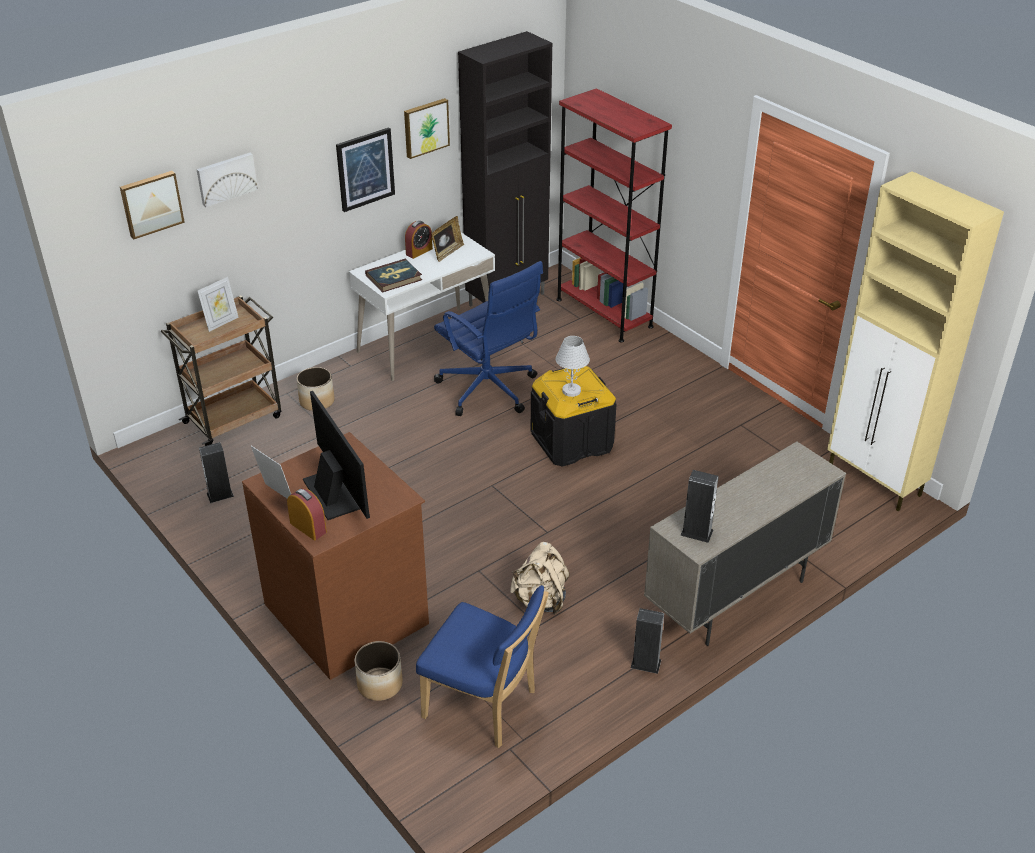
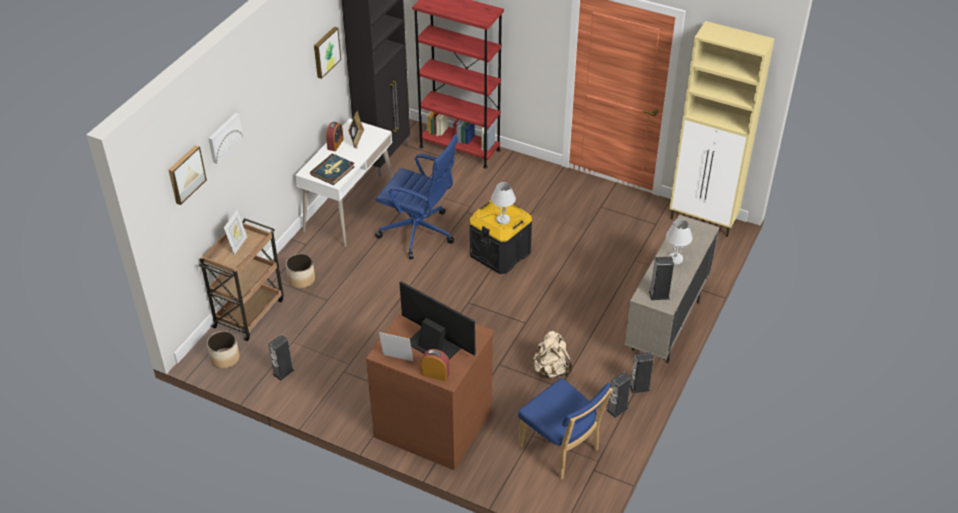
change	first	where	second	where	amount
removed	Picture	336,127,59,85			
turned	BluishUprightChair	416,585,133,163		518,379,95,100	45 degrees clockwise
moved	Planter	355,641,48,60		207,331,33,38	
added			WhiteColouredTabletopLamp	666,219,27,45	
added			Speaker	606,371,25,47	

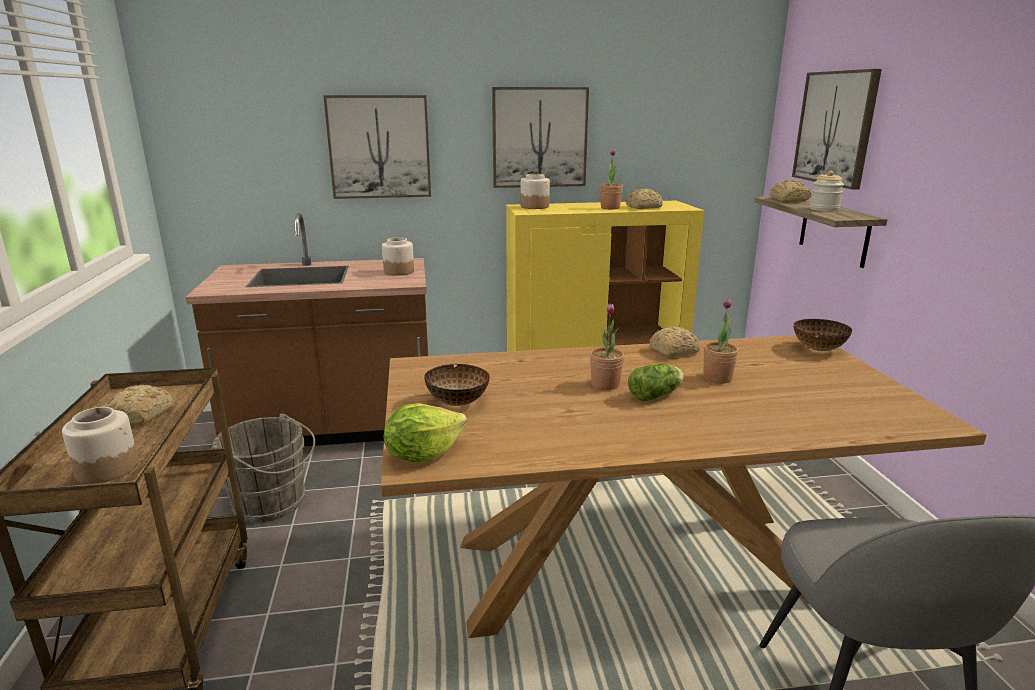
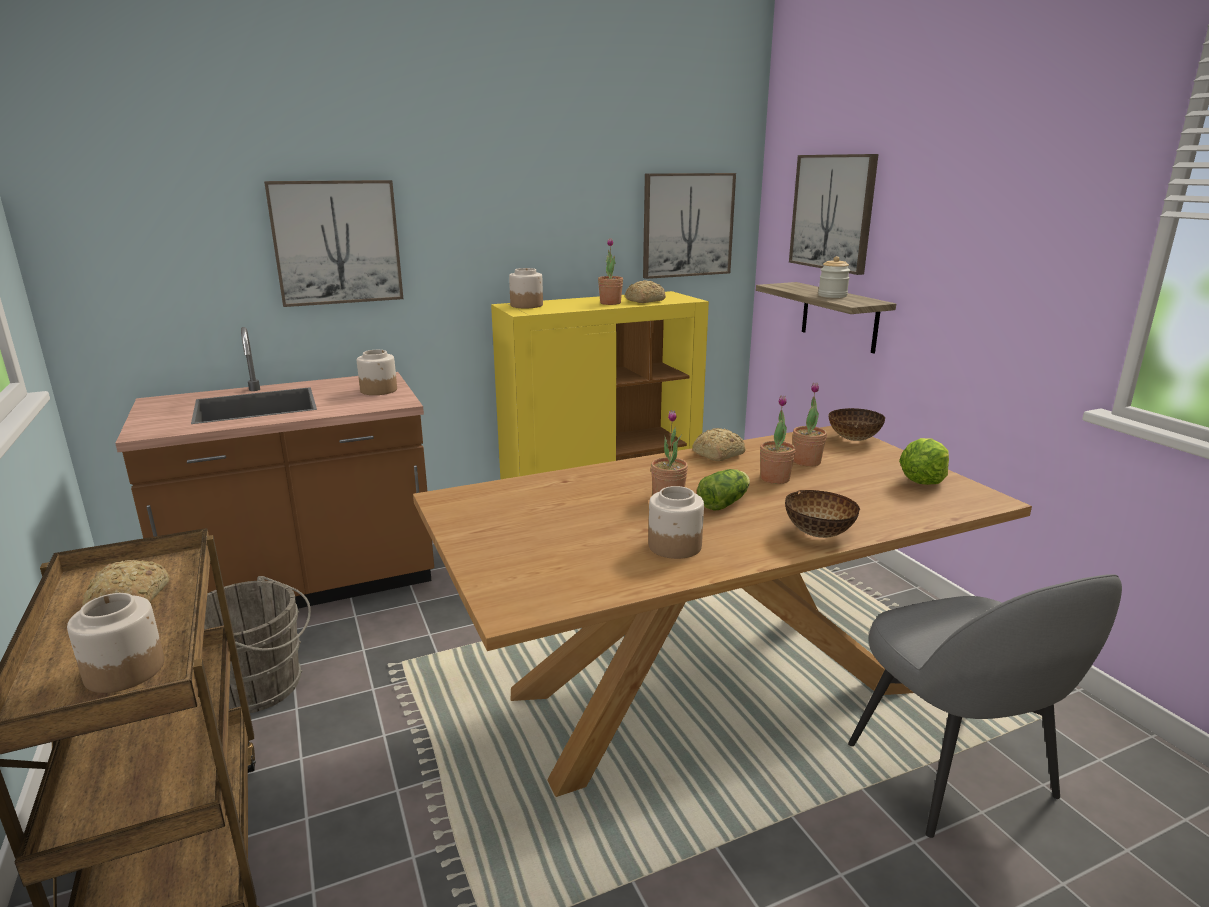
change	first	where	second	where	amount
moved	Picture	492,87,97,101		643,173,93,106	
removed	BakeryBread	770,180,42,22			
moved	Bowl	424,364,66,42		785,490,75,48	
moved	LettuceHead	384,403,83,59		899,438,50,47	
added			PottedPlant	793,383,34,84	
added			StorageJar	648,486,56,73	

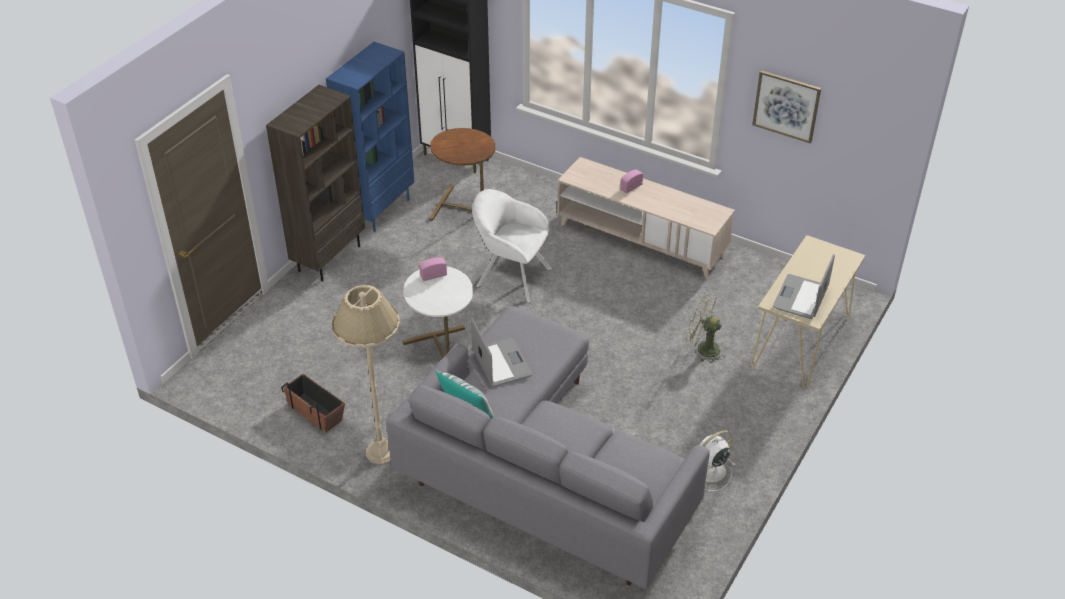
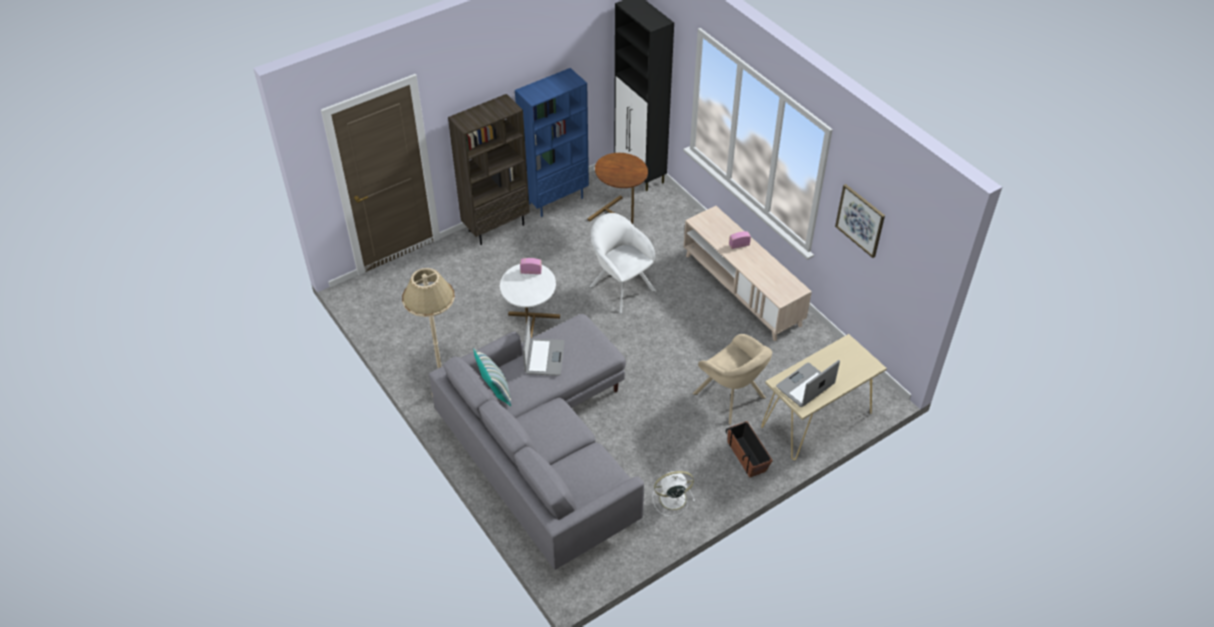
change	first	where	second	where	amount
replaced	GreenCoolingFan	686,295,39,68	BeigeLoungeChair	693,334,79,91	
moved	Planter	281,373,64,60		726,421,47,56	

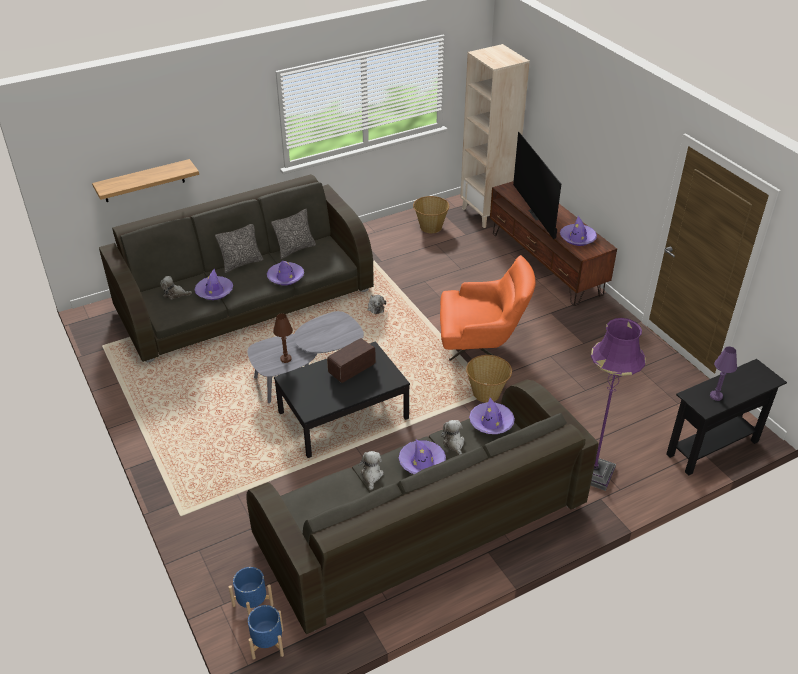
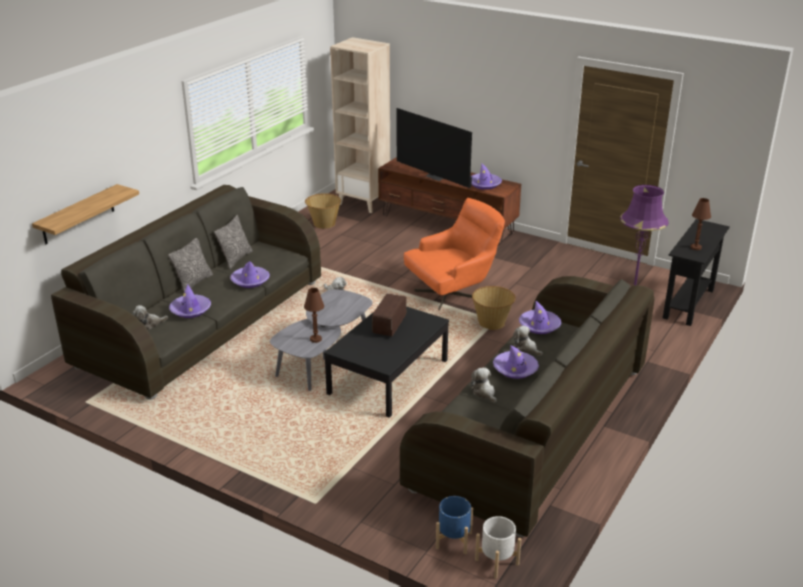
change	first	where	second	where	amount
recoloured	PurpleColouredTabletopLamp	710,347,27,54	BrownColouredTabletopLamp	690,198,21,52	
recoloured	BluishPlanter	248,605,36,55	WhiteColouredPlanter	475,516,46,63	

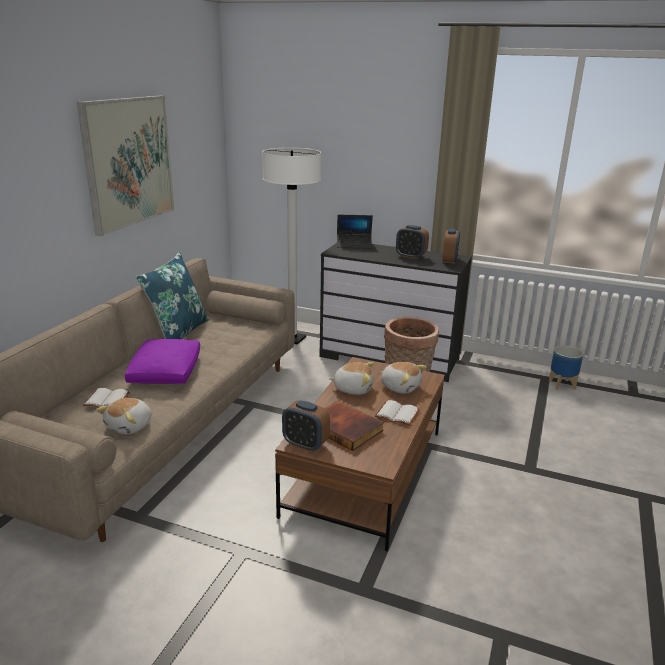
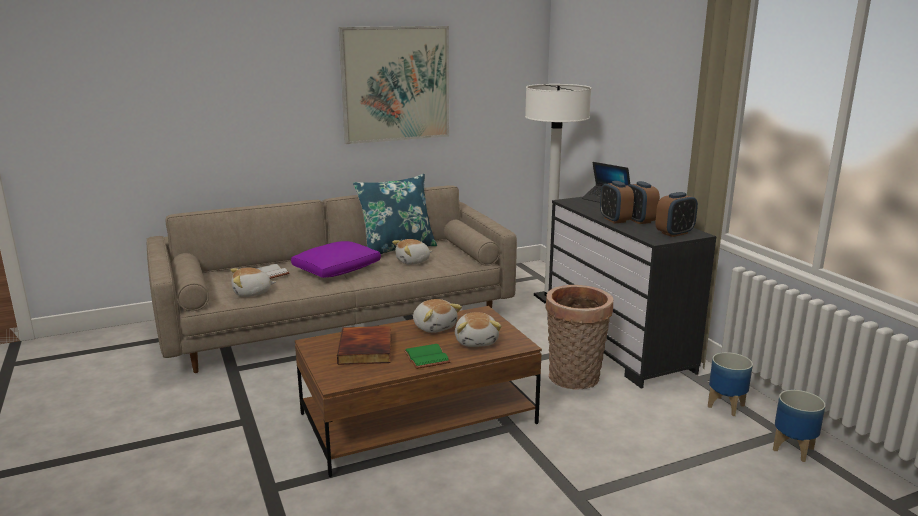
change	first	where	second	where	amount
moved	AlarmClock	282,400,48,52		600,181,34,43	
recoloured	WhiteColouredBoundBook	375,400,45,26	GreenBoundBook	404,344,47,25	
added			SoftToy	392,239,40,26	
added			Planter	708,352,45,64	

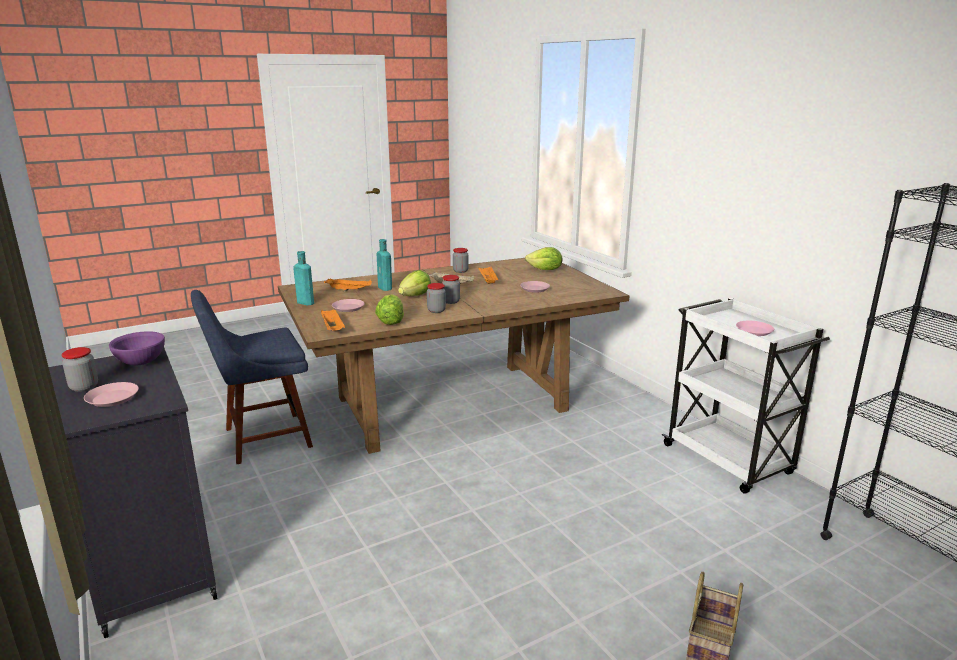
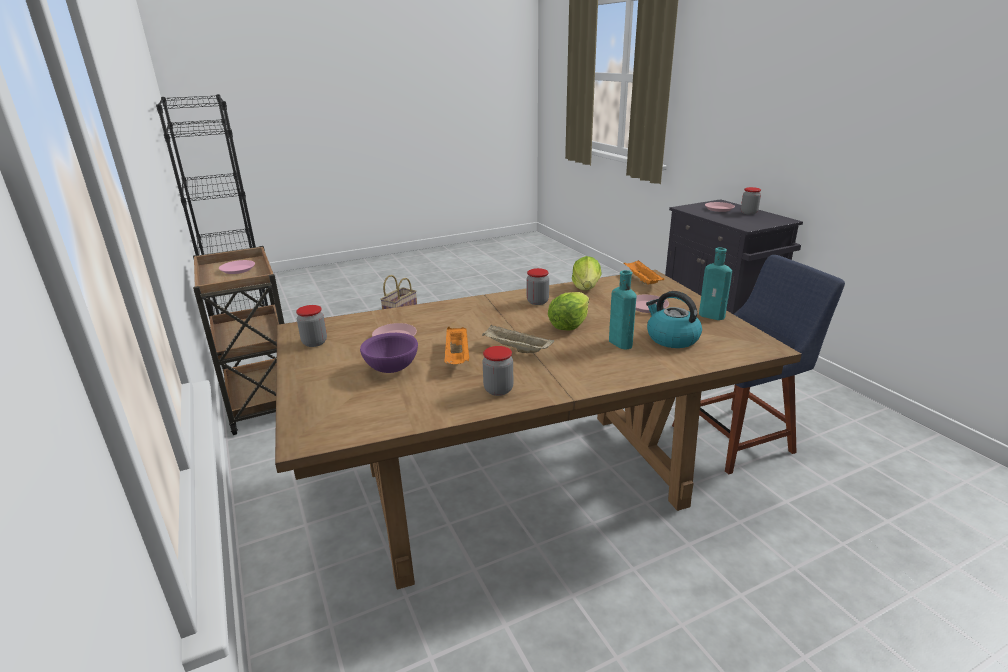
change	first	where	second	where	amount
removed	LettuceHead	525,247,38,23			
moved	StorageJar	442,275,18,29		296,305,31,42	
replaced	OrangeColouredCarryingTray	324,279,48,13	TeaKettle	646,291,56,57	
recoloured	WhiteColouredWheeledCart	662,298,168,196	BrownColouredWheeledCart	193,246,91,189	
moved	PurpleColouredBowl	109,331,56,34		360,333,58,40	

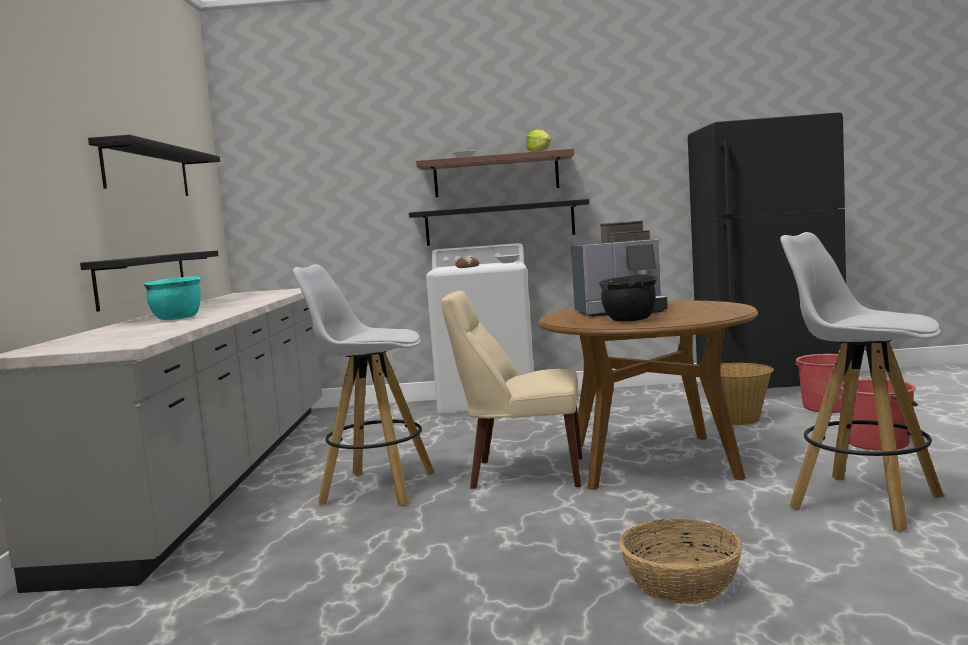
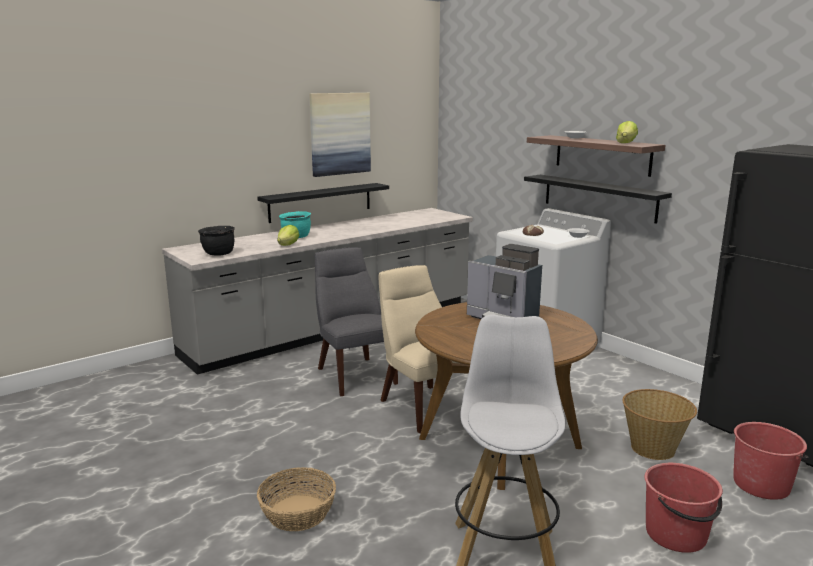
change	first	where	second	where	amount
replaced	BlackColouredShelf	88,135,132,61	Picture	309,93,62,84	
replaced	WhiteColouredSittingStool	293,264,142,242	GreyUprightChair	315,247,83,149	
moved	BlackColouredSaucepot	599,275,58,47		198,226,37,30	
added			LettuceHead	277,225,22,21	

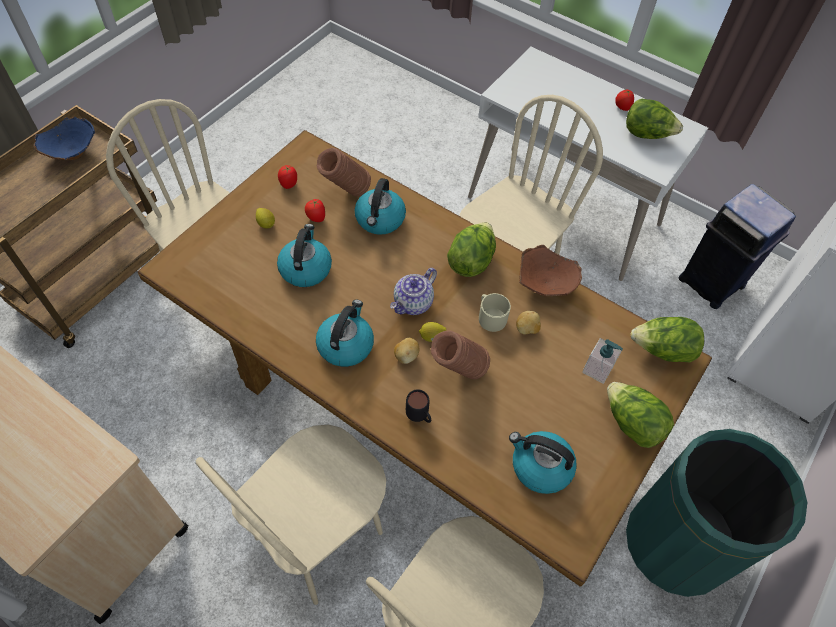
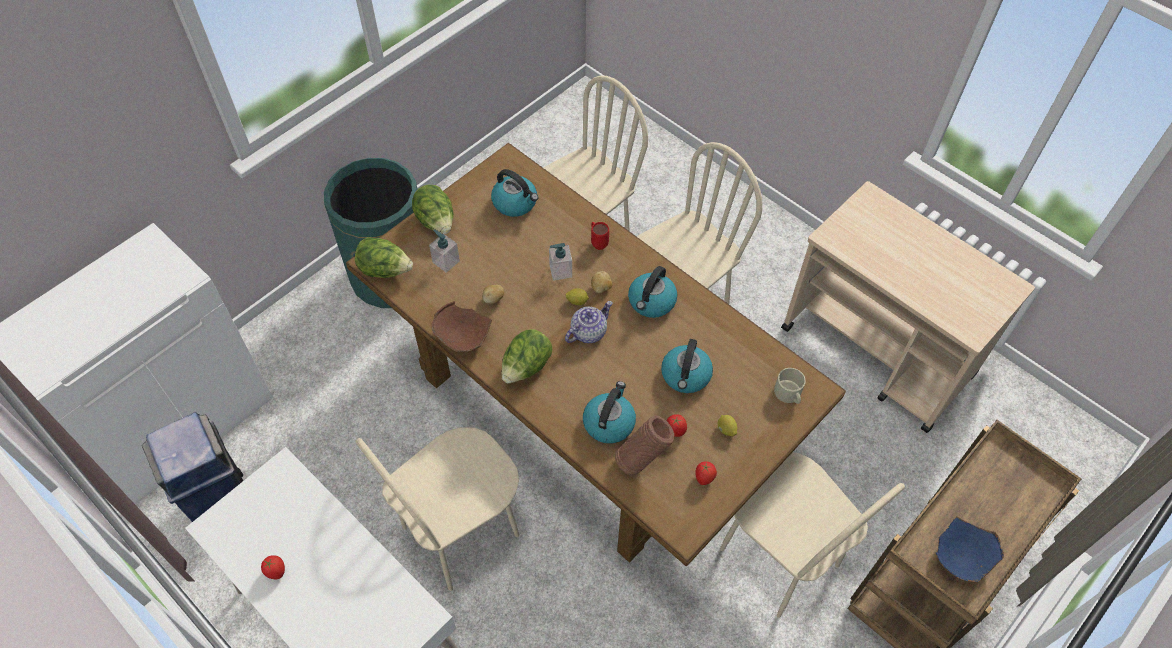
change	first	where	second	where	amount
removed	LettuceHead	626,99,57,40			
moved	BeigeTeaMug	479,293,32,39		774,368,32,36	
replaced	BrownColouredVase	431,331,59,48	LiquidSoapBottle	549,243,23,38	
recoloured	BlackColouredTeaMug	406,389,25,34	ReddishTeaMug	591,222,18,28	

